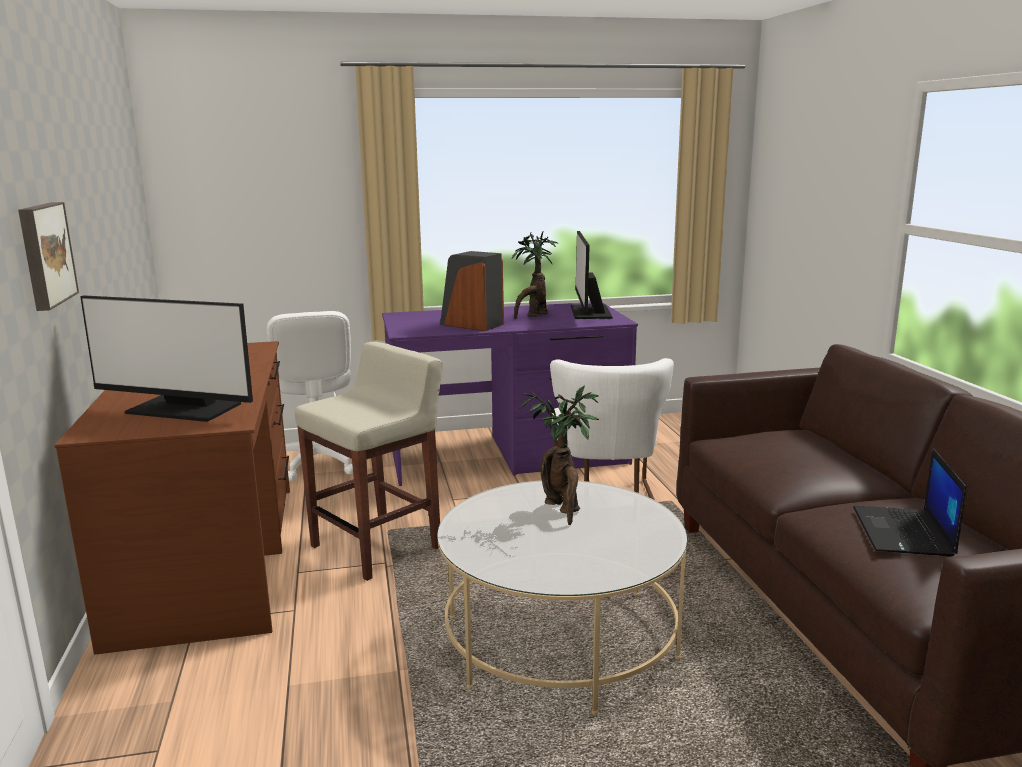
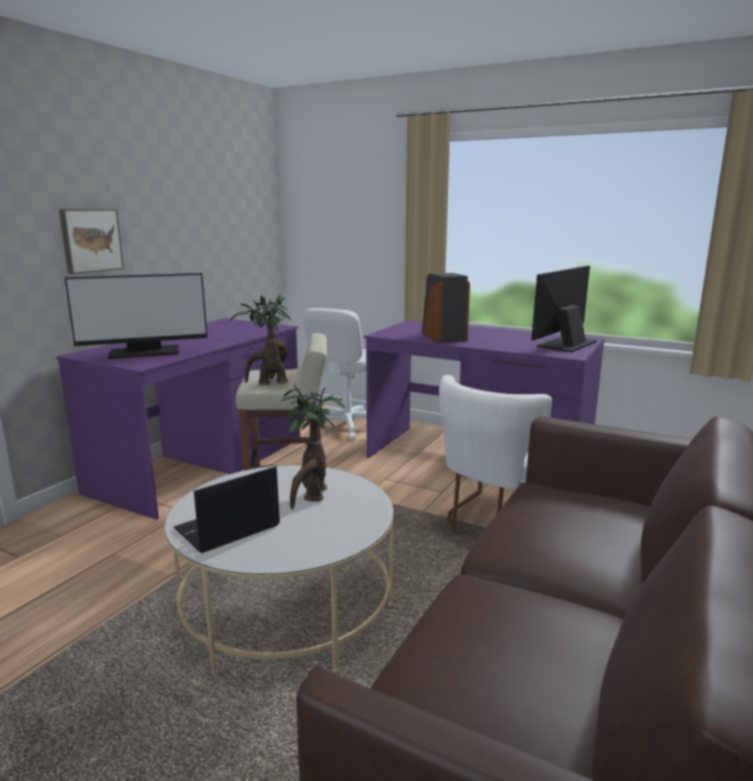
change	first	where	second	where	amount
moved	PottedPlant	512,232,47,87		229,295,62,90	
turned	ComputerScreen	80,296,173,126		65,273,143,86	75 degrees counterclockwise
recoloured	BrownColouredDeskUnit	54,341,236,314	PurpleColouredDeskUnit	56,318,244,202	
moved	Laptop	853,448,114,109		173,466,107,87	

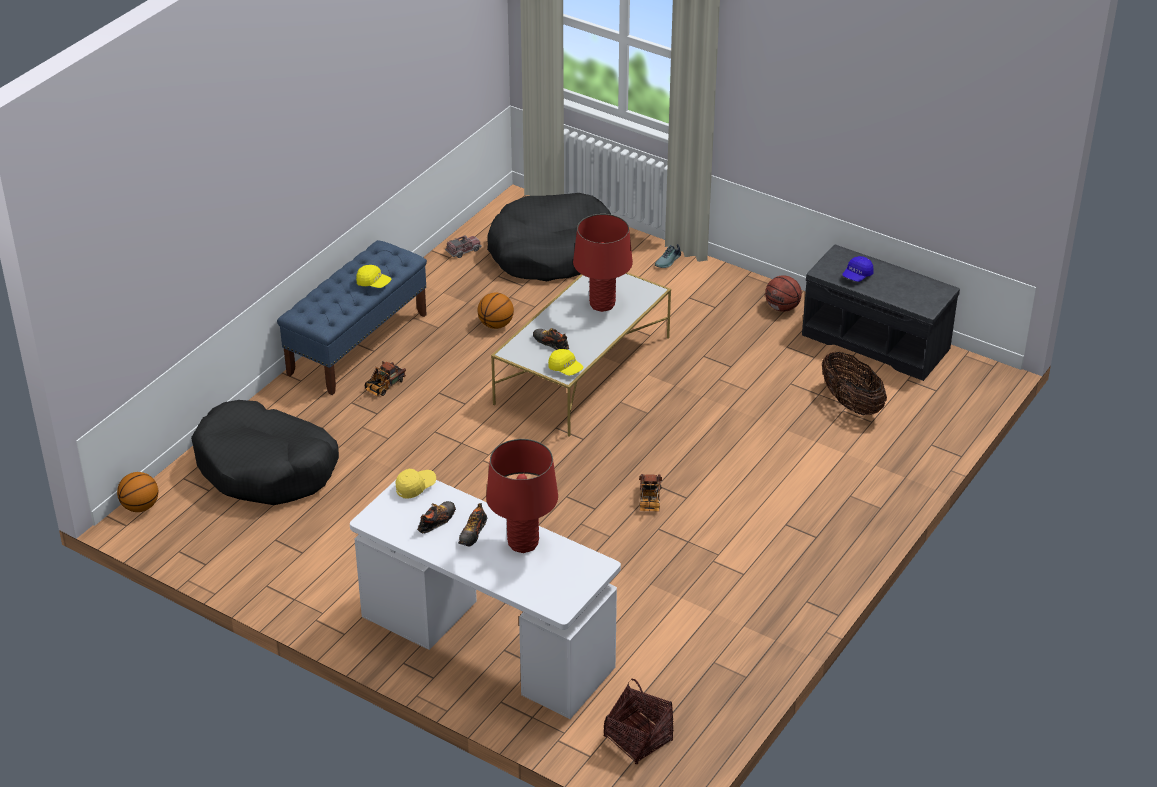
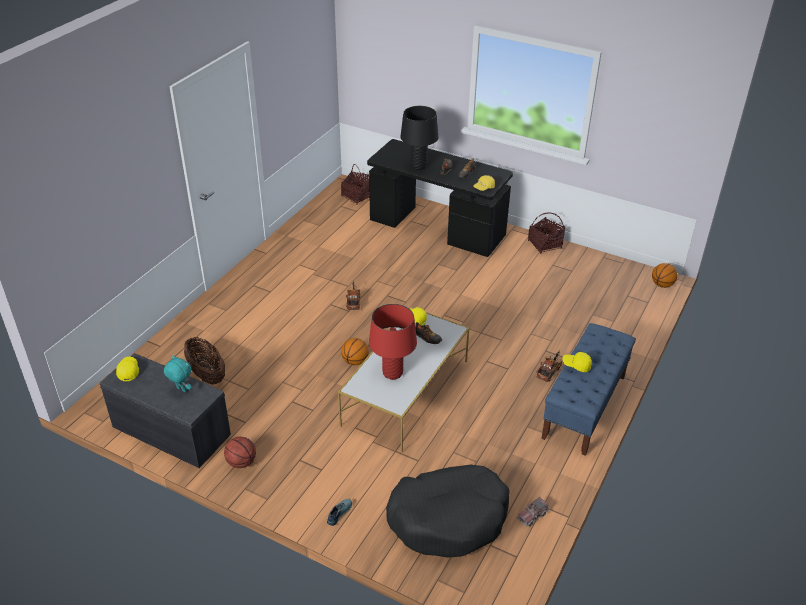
change	first	where	second	where	amount
replaced	BluishCap	842,256,32,26	BlueGreenSoftToy	164,356,28,36	
moved	BallForBasketball	477,292,37,37		341,338,28,27	
removed	BlackColouredPetBed	191,400,148,105			
recoloured	ReddishTabletopLamp	486,439,72,114	BlackColouredTabletopLamp	400,106,38,64	
recoloured	WhiteColouredDeskUnit	350,471,271,248	BlackColouredDeskUnit	367,139,146,118	
added			Basket	528,212,37,42	
added			YellowCap	116,357,23,24	

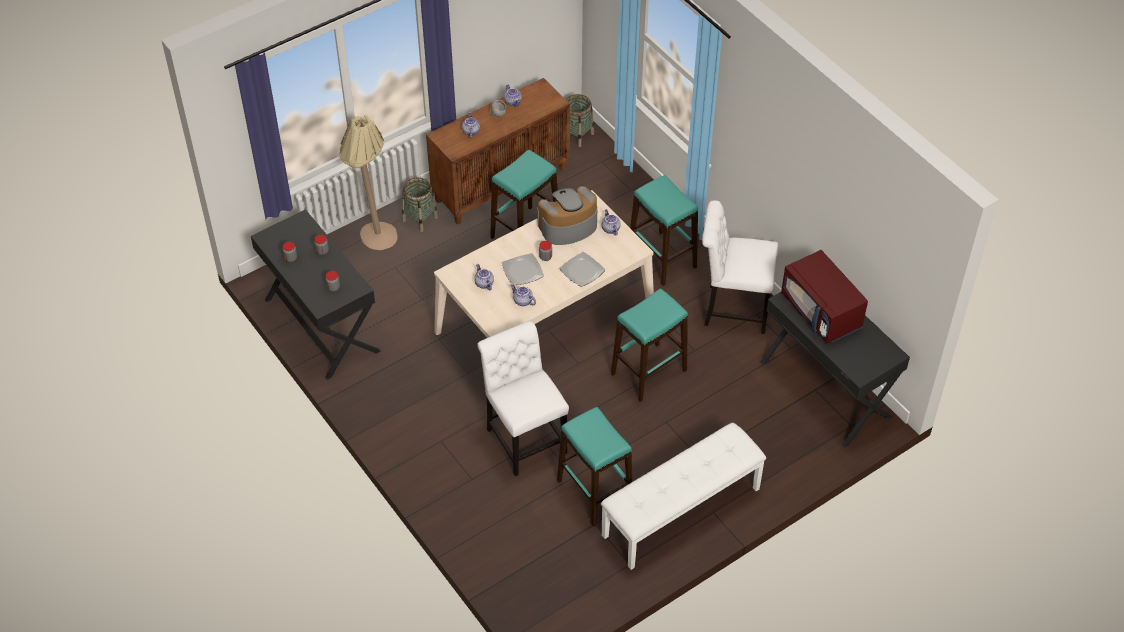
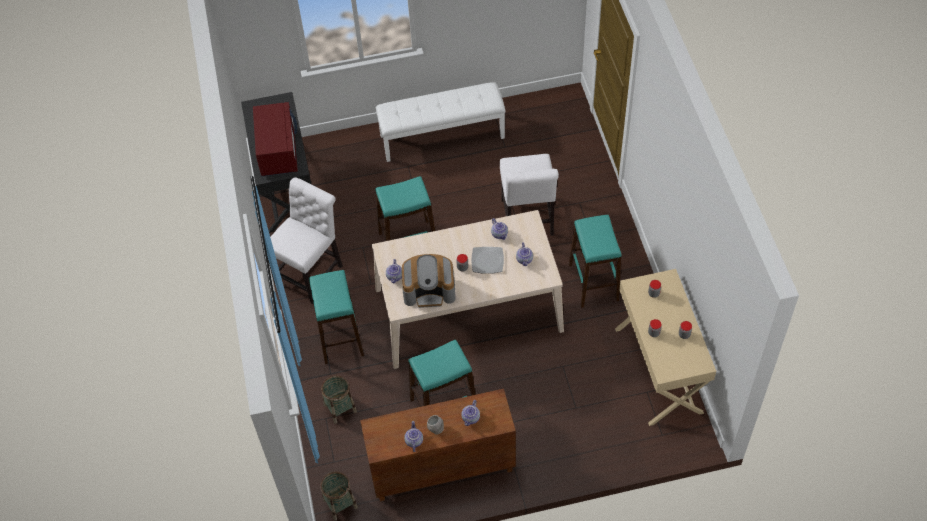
change	first	where	second	where	amount
removed	BeigeStandardLamp	339,115,59,135			
moved	Basket	402,178,36,54		321,375,36,49	
turned	WhiteColouredUprightChair	702,200,76,134		268,177,75,127	90 degrees counterclockwise
recoloured	BlackColouredDeskUnit	251,209,129,171	BeigeDeskUnit	615,269,101,157	
removed	FlatDish	559,252,46,35			
moved	BlueGreenSittingStool	557,407,75,120		569,215,52,93	

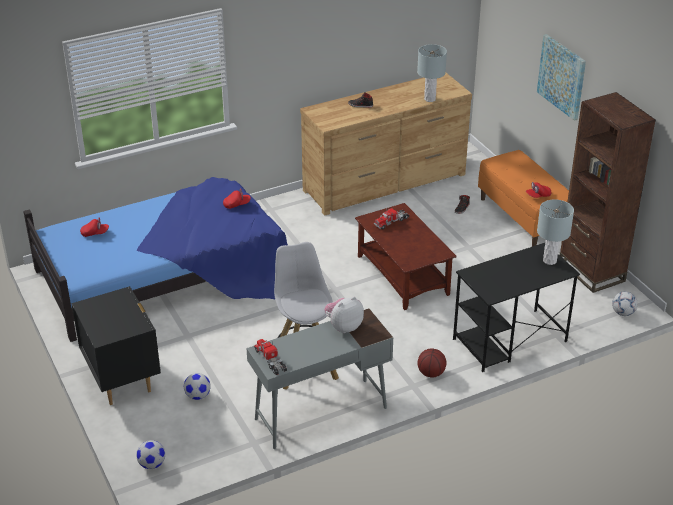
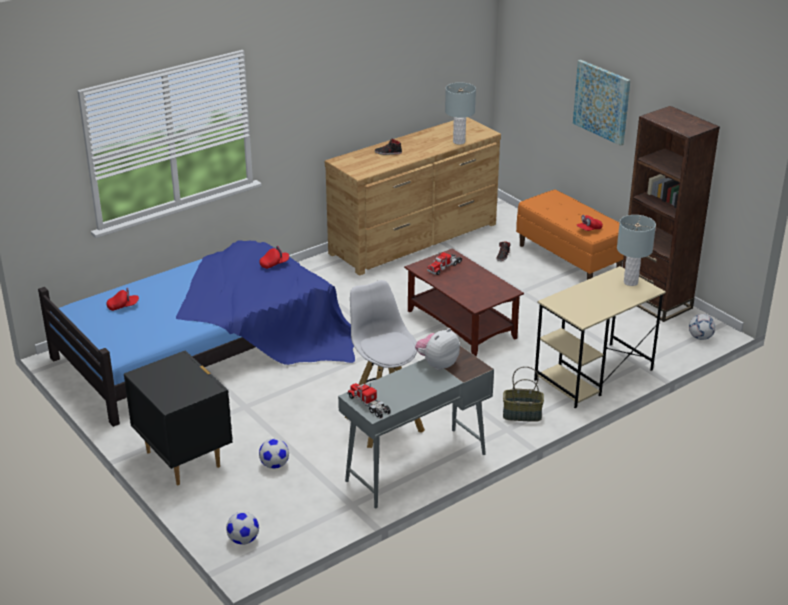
change	first	where	second	where	amount
recoloured	BlackColouredDeskUnit	453,243,127,129	BeigeDeskUnit	534,266,132,142	
replaced	BallForBasketball	418,348,29,30	Basket	503,366,41,56	

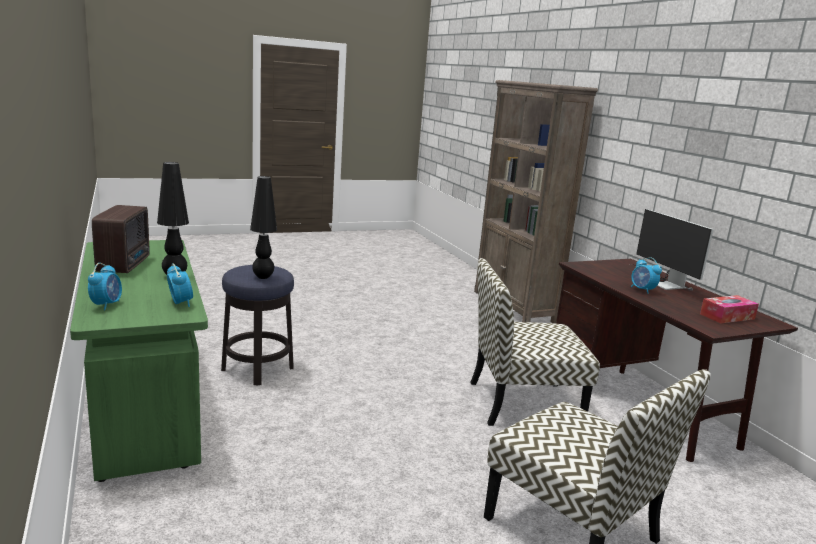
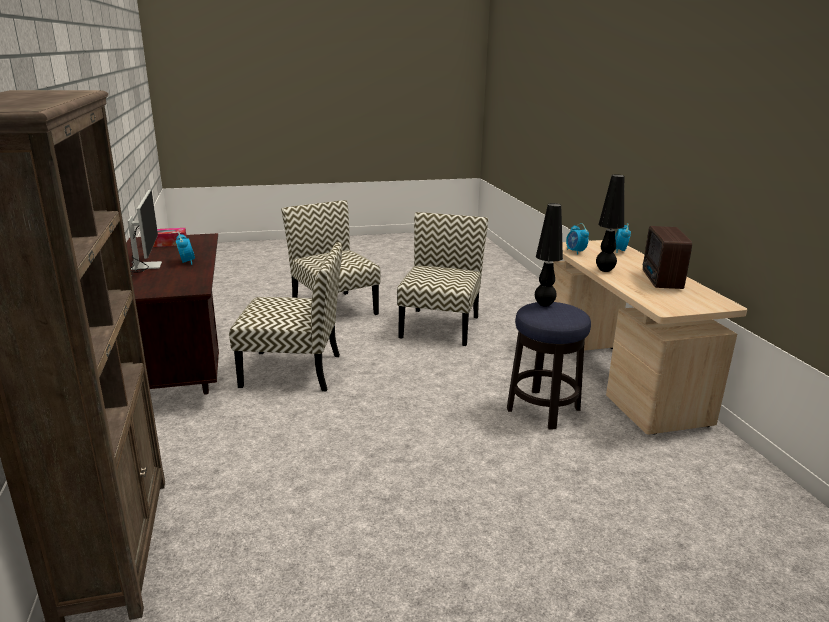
change	first	where	second	where	amount
recoloured	GreenDeskUnit	70,240,138,242	BeigeDeskUnit	552,240,195,195	
added			UprightChair	397,212,91,134	

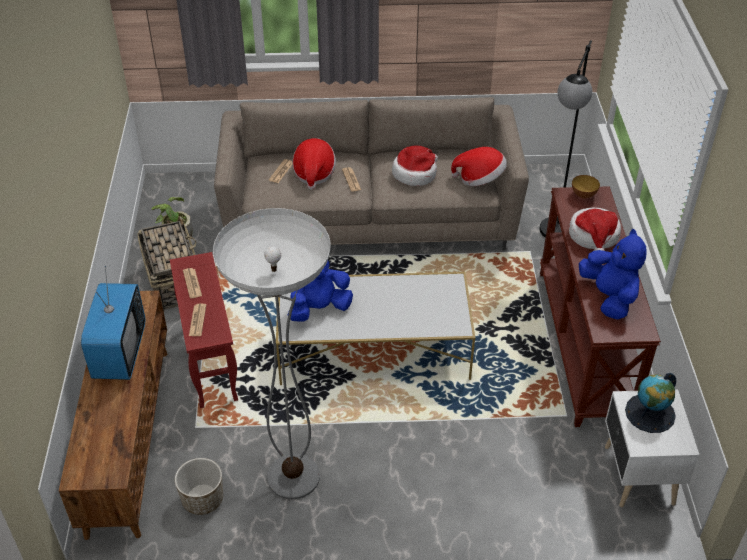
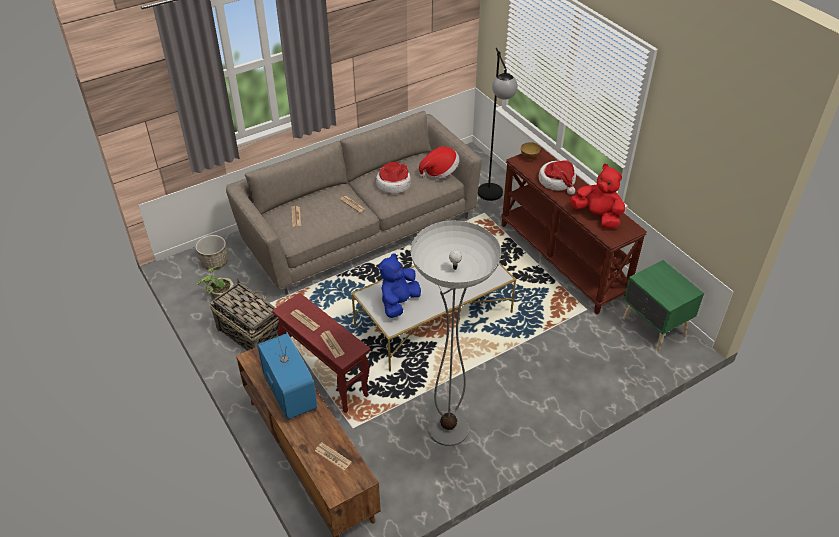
change	first	where	second	where	amount
removed	WearableHat	292,138,44,52			
recoloured	BluishSoftToy	579,229,68,90	ReddishSoftToy	570,164,55,65	
removed	WorldGlobe	625,373,51,60			
recoloured	WhiteColouredNightTable	605,389,94,118	GreenNightTable	623,260,81,91	
moved	Planter	175,458,48,57		196,235,32,34	
added			PrintedPaper	315,443,37,27	

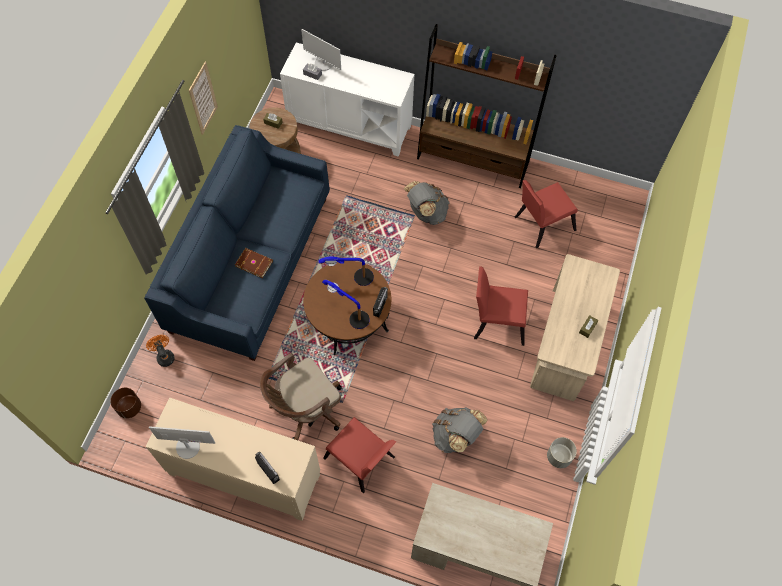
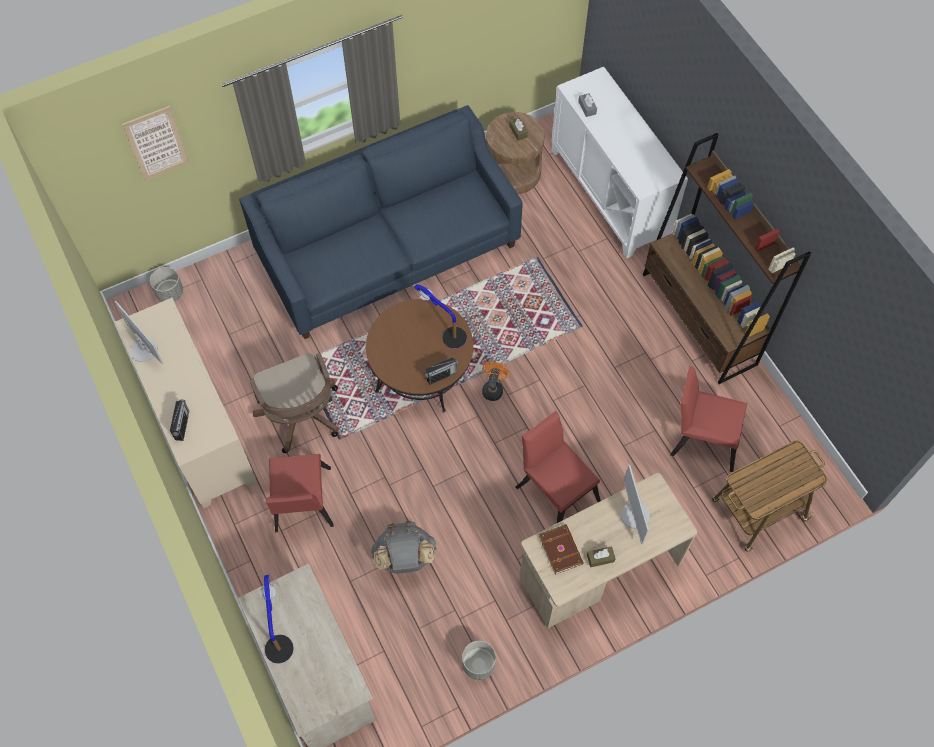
change	first	where	second	where	amount
moved	ComputerScreen	301,29,40,42		621,465,29,80	
moved	Picture	189,62,29,73		122,106,67,74	
removed	GreyRucksack	404,181,46,44			
moved	BrownColouredBoundBook	235,248,38,30		539,524,45,51	
moved	TabletopLamp	322,280,48,49		260,575,33,88	
moved	OrangeColouredCoolingFan	146,335,29,32		482,361,28,40	
turned	BrownColouredOfficeChair	260,353,82,87		249,353,90,100	120 degrees counterclockwise
recoloured	BrownColouredPlanter	110,388,31,30	GreyPlanter	150,267,33,35	
added			WheeledCart	712,441,115,111	

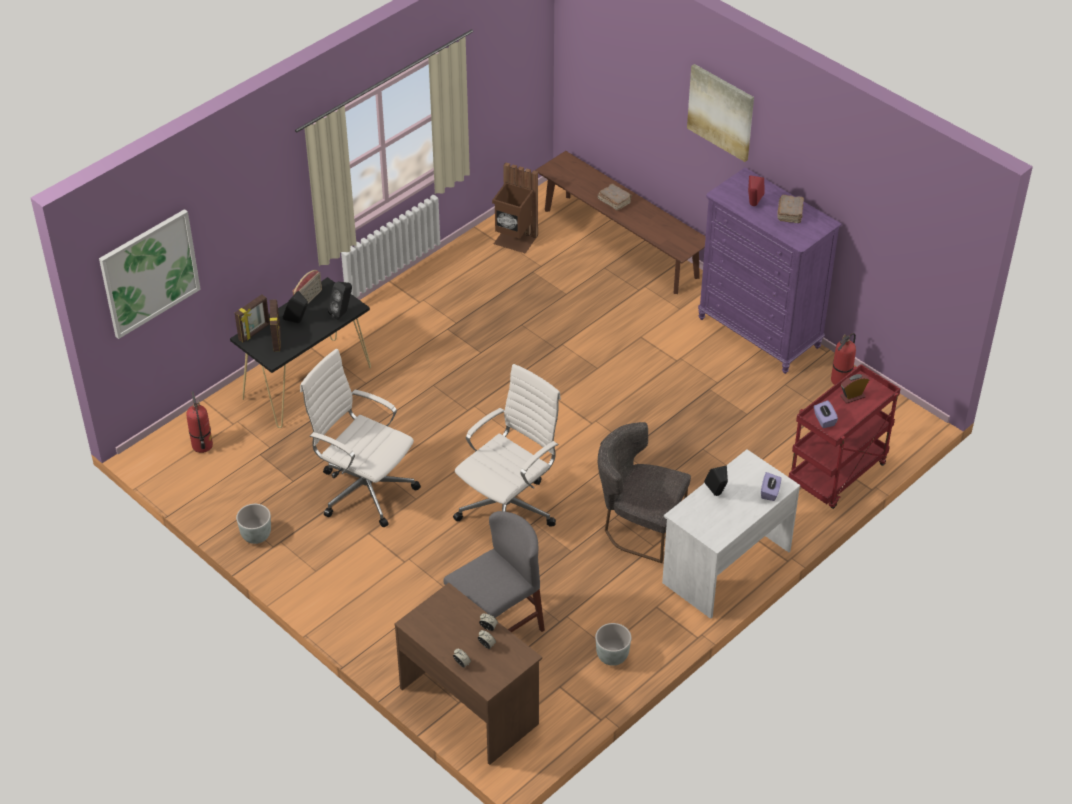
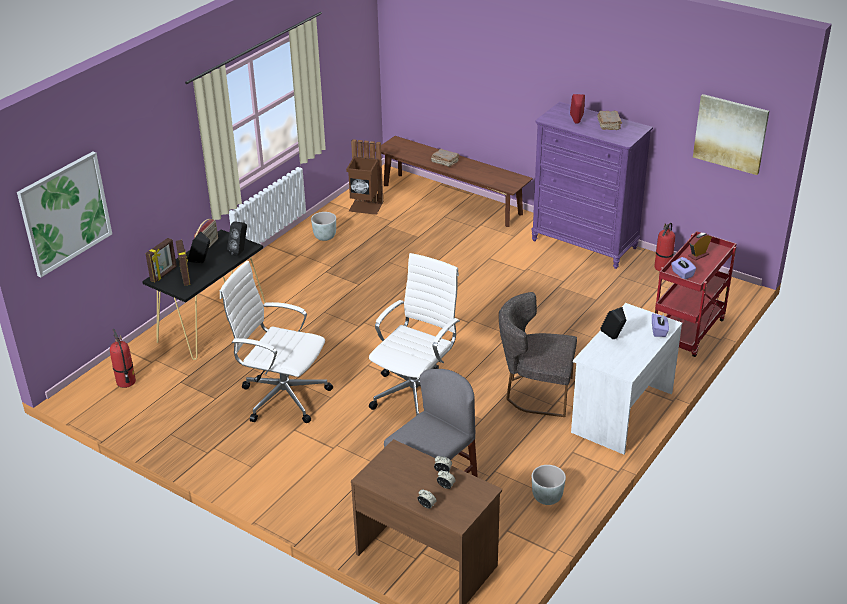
change	first	where	second	where	amount
moved	Picture	687,64,67,98		693,94,76,81	
moved	GreyPlanter	236,504,35,40		311,212,25,29	

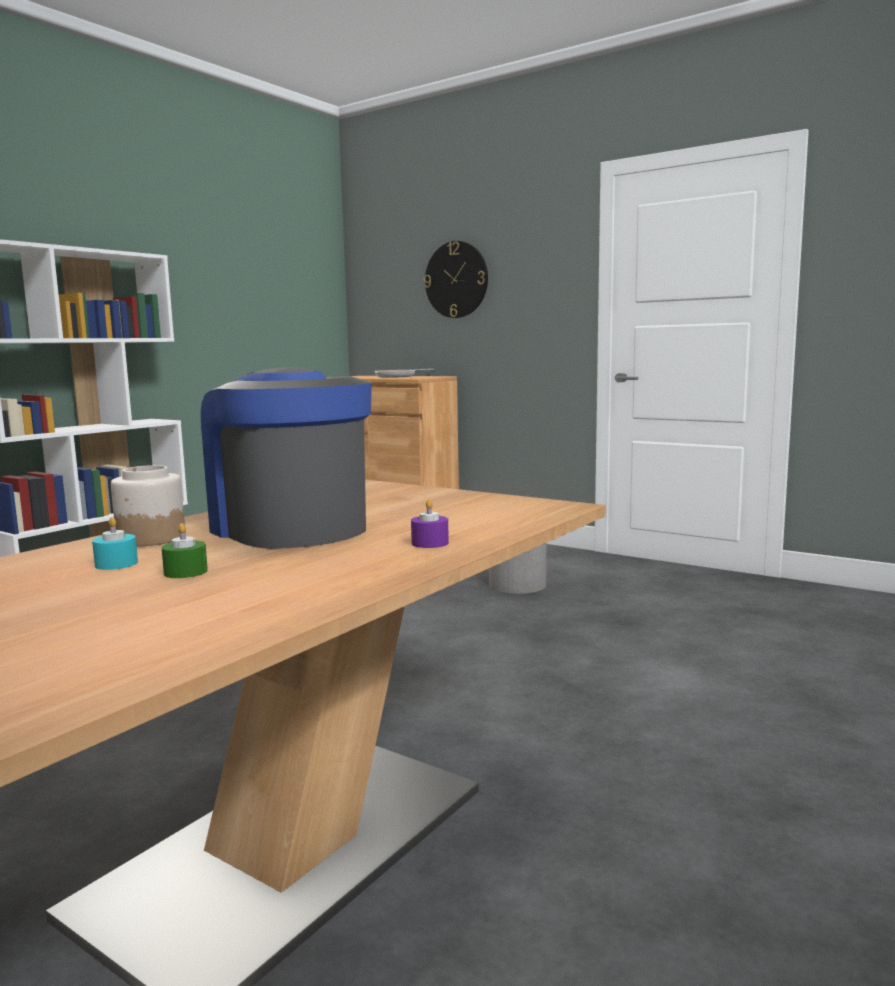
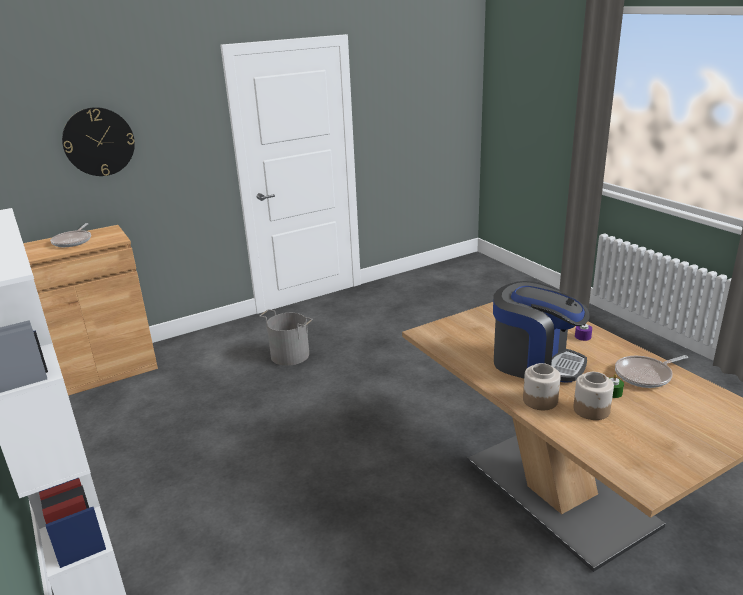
change	first	where	second	where	amount
turned	CoffeeMachine	201,367,171,182		493,281,97,101	135 degrees counterclockwise
replaced	BlueGreenWaxCandle	92,517,46,53	StorageJar	573,372,41,48	
added			FryingPan	615,355,73,33	

